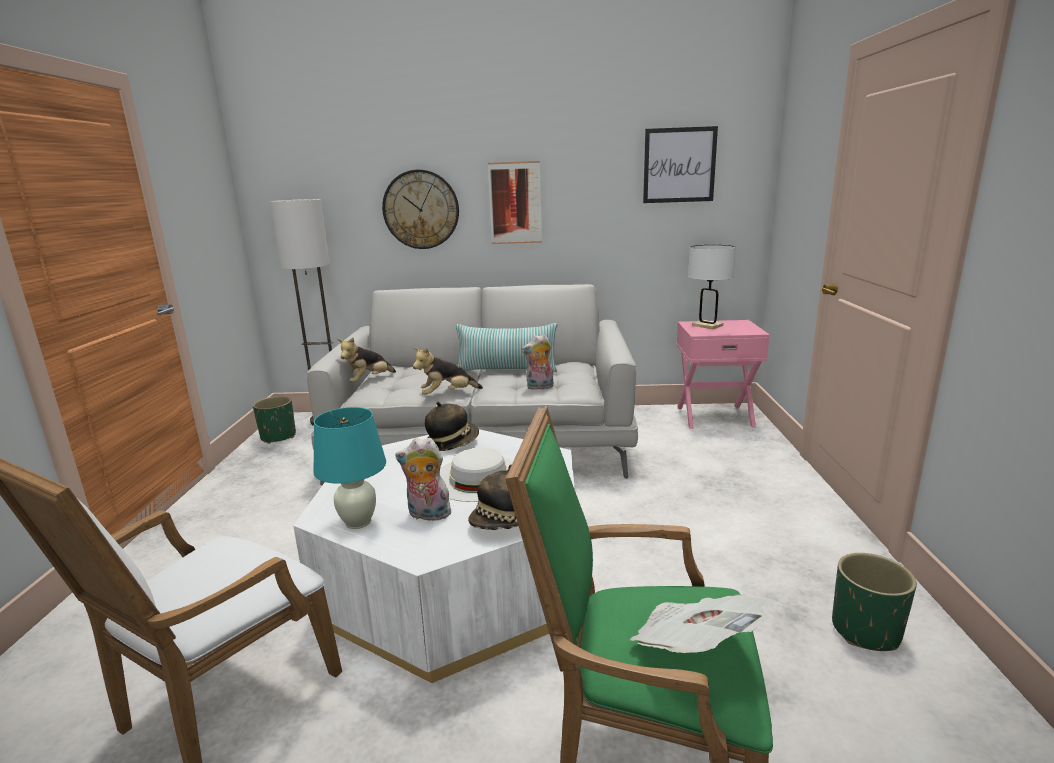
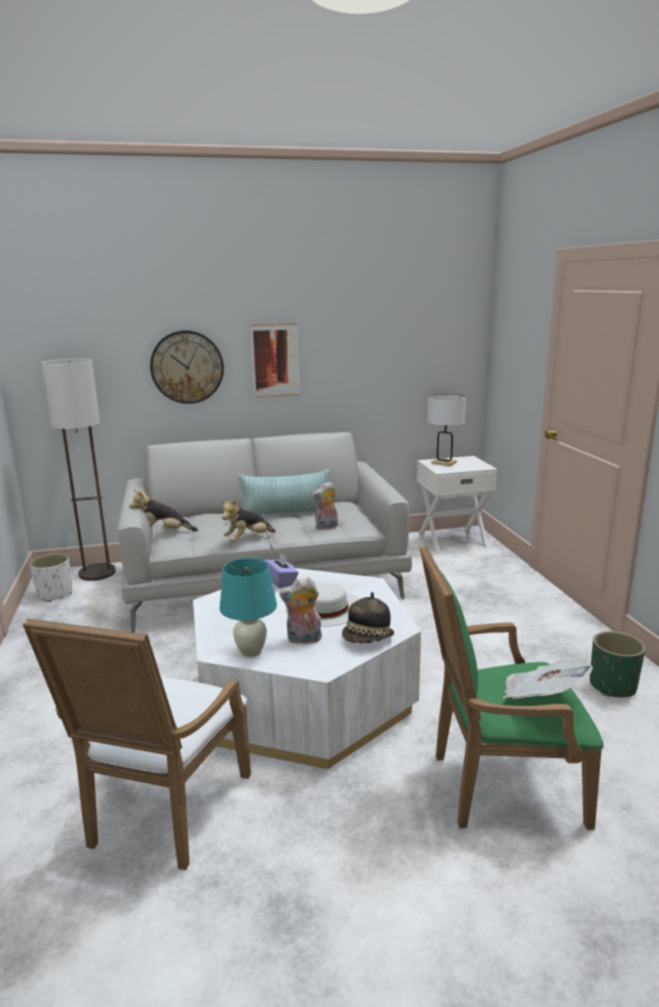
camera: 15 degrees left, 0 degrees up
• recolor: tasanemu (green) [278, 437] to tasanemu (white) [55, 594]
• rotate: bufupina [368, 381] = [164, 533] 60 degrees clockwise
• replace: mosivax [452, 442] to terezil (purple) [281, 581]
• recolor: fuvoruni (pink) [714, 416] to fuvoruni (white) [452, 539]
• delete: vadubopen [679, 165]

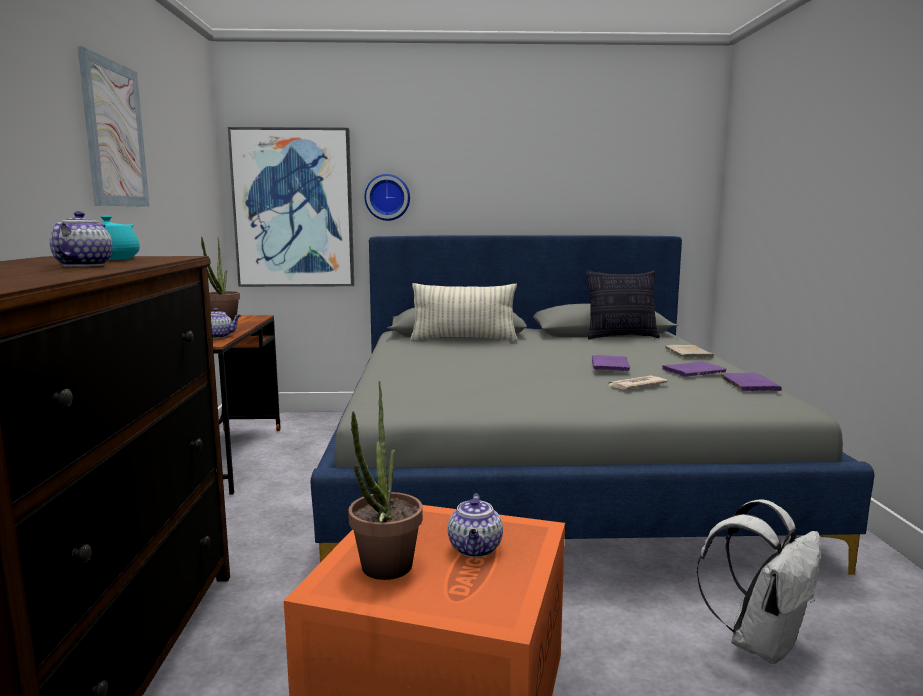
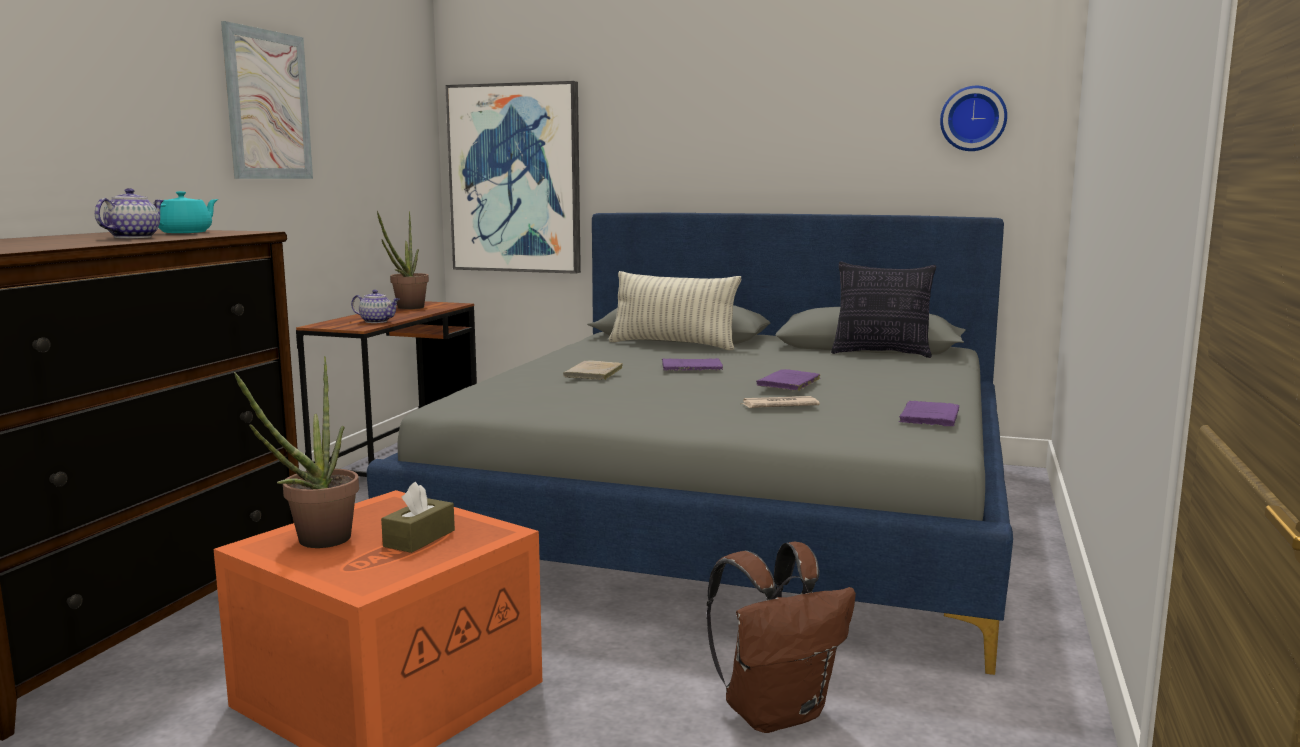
camera: 20 degrees right, 0 degrees up
• replace: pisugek [475, 549] to terezil (brown) [419, 538]
• move: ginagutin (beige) [689, 354] to [593, 374]
• move: ginagutin (purple) [695, 372] to [693, 368]
• recolor: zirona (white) [760, 642] to zirona (brown) [776, 712]
• move: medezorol [387, 197] to [973, 119]

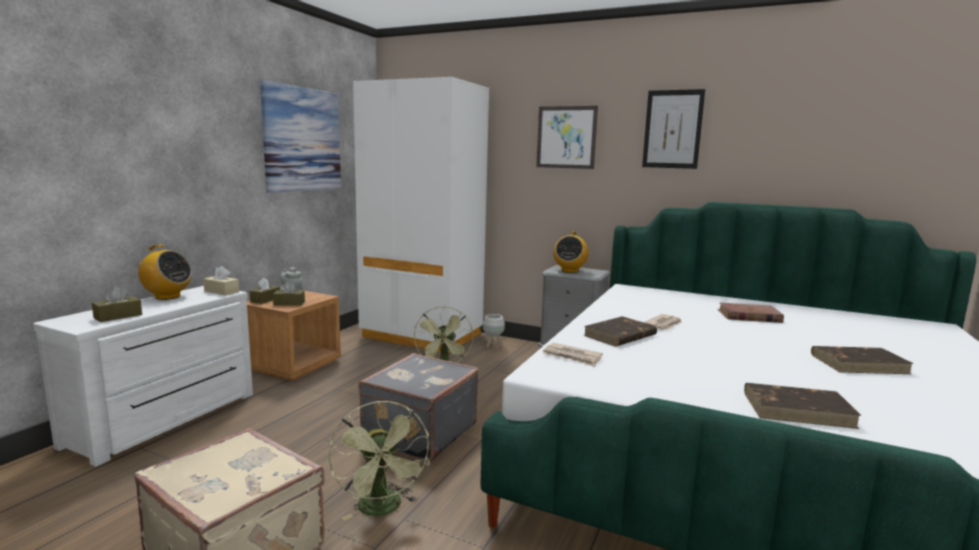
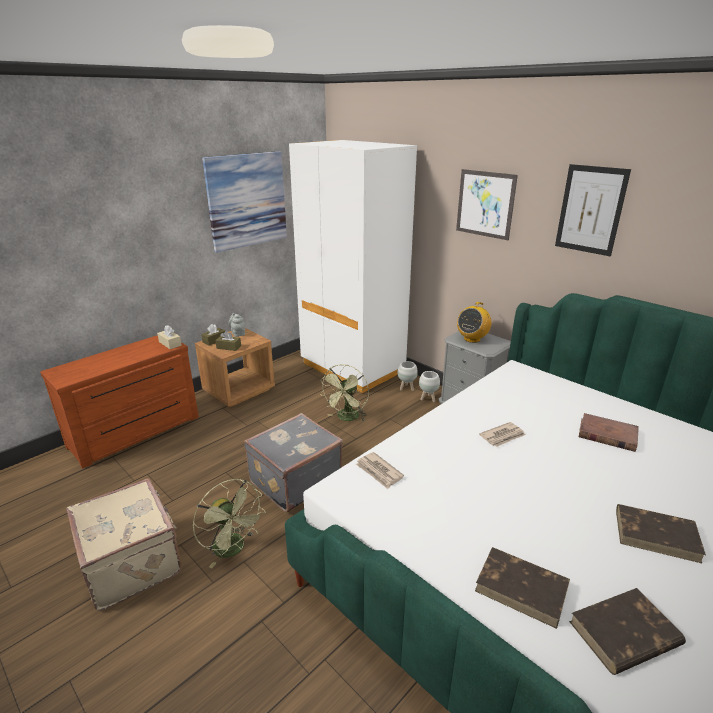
camera: 20 degrees right, 15 degrees up
• recolor: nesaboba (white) [167, 419] to nesaboba (brown) [136, 433]
• rotate: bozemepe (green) [383, 509] = [234, 549] 45 degrees counterclockwise
• insert: tasanemu (white) [428, 399]
• move: ginagutin (brown) [619, 335] to [624, 634]
• delete: terezil (brown) [118, 316]
• delete: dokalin [167, 297]

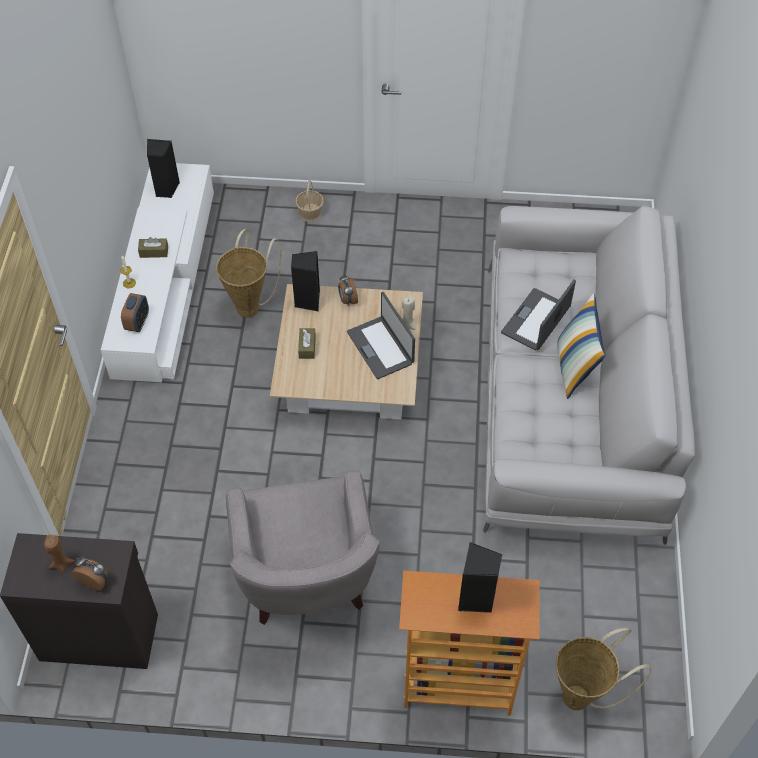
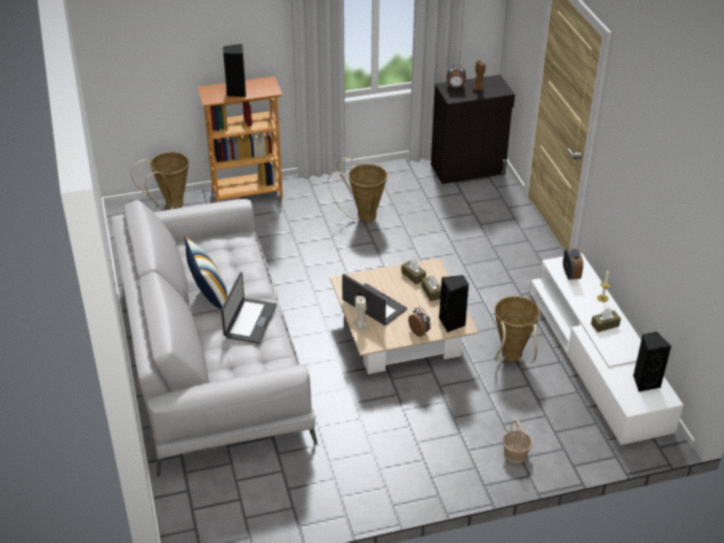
camera: 160 degrees right, 15 degrees down
• replace: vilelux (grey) [306, 579] to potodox [362, 216]
• insert: terezil (brown) [413, 276]

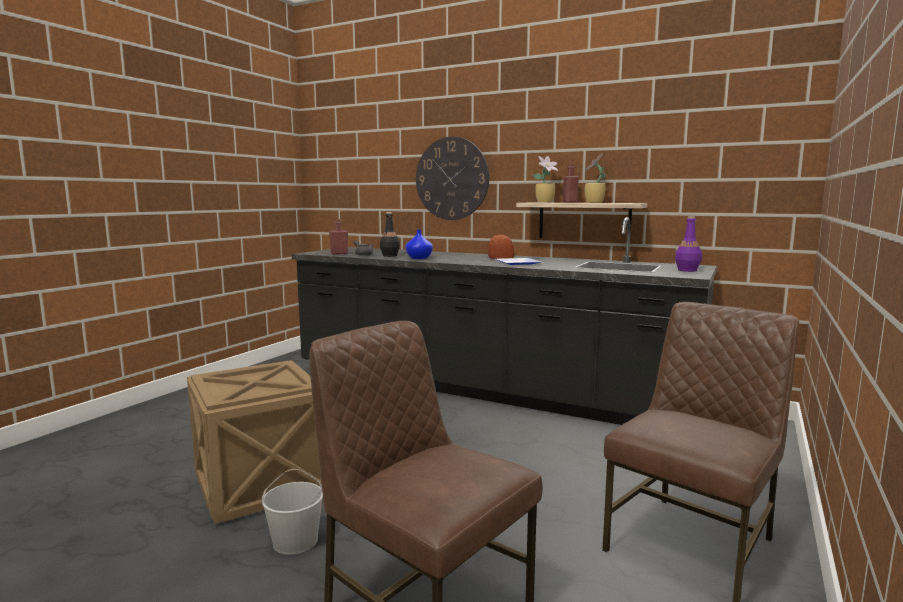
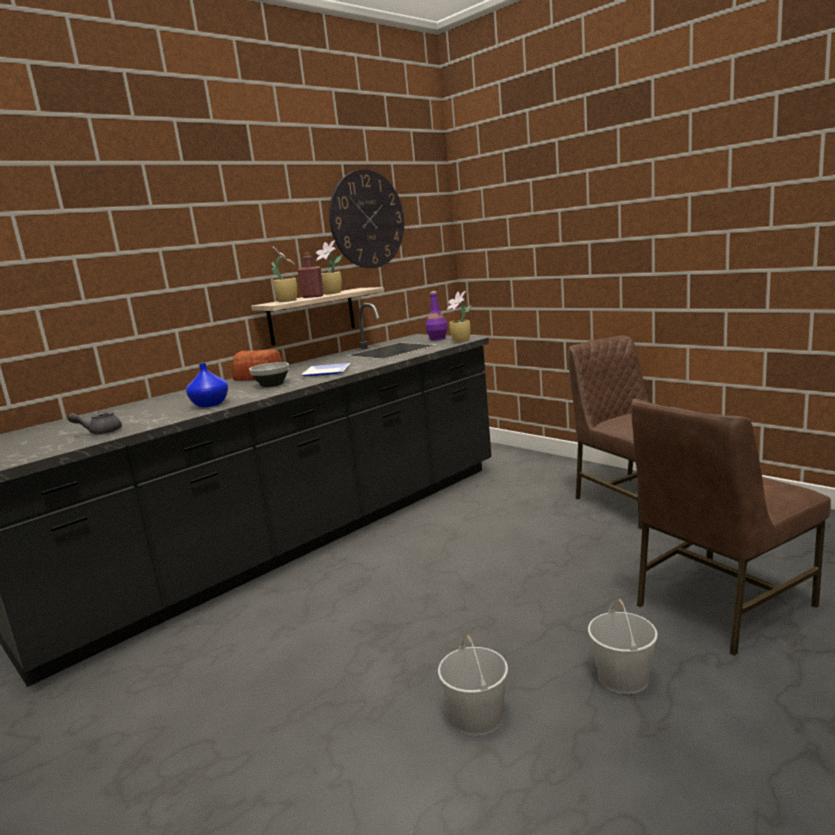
camera: 70 degrees left, 5 degrees up
• insert: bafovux [271, 384]
• move: medezorol [452, 179] to [367, 219]
• replace: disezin [260, 482] to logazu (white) [476, 716]
• insert: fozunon [461, 341]
• delete: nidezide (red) [339, 254]
• delete: nidezide (black) [389, 255]

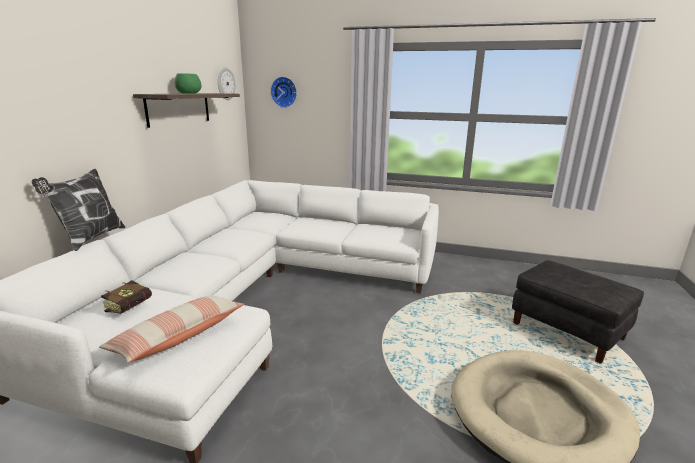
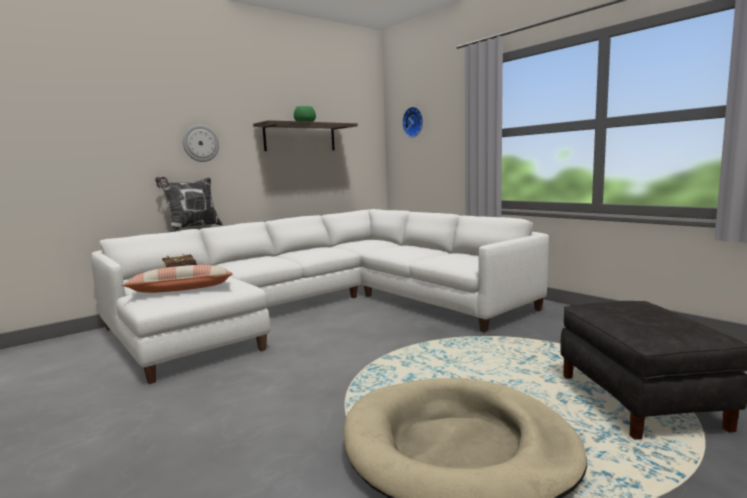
camera: 35 degrees right, 10 degrees down
• move: medezorol [225, 84] to [200, 143]

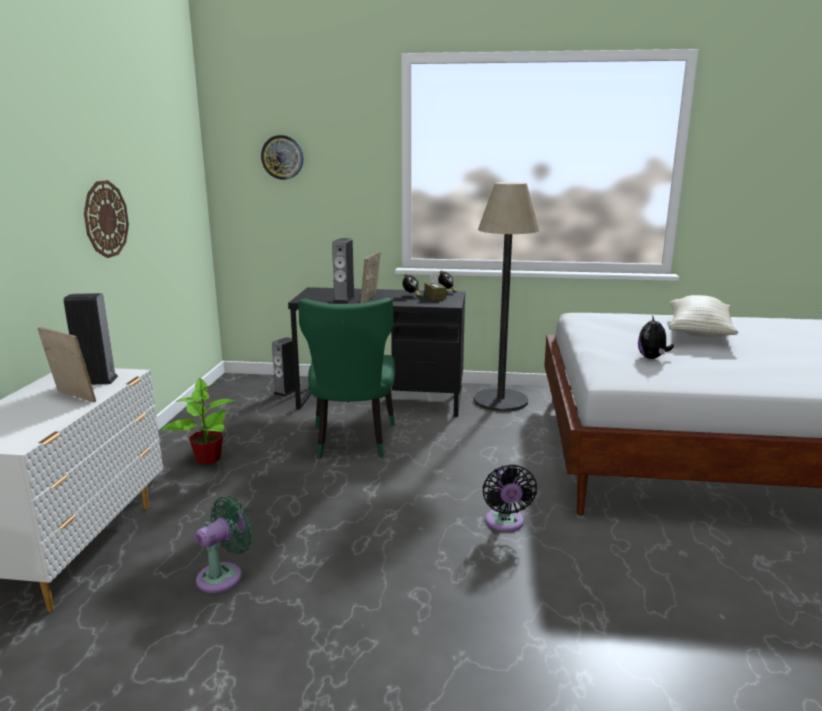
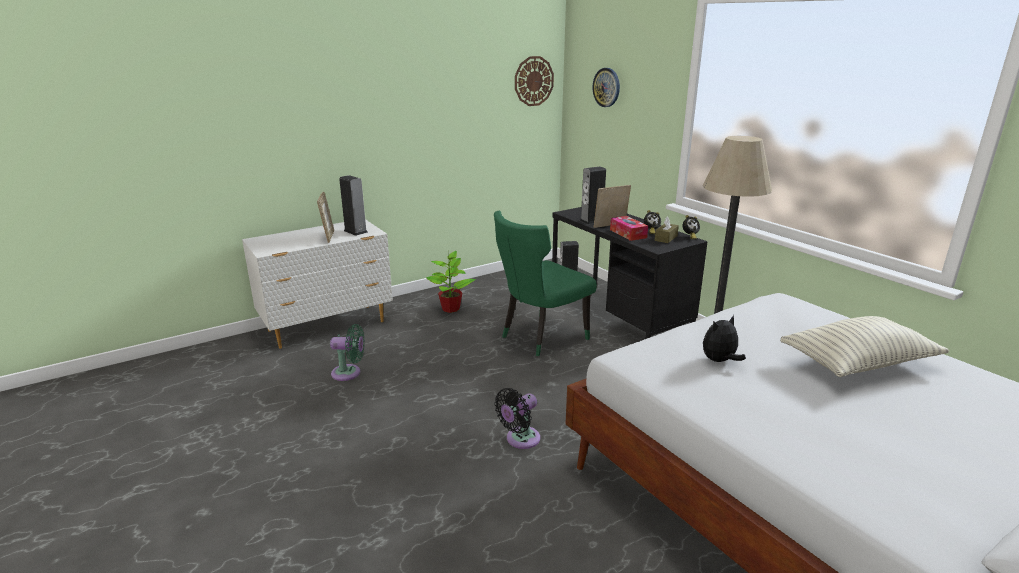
camera: 50 degrees right, 5 degrees up
• move: medezorol [105, 219] to [533, 81]
• insert: terezil [628, 234]

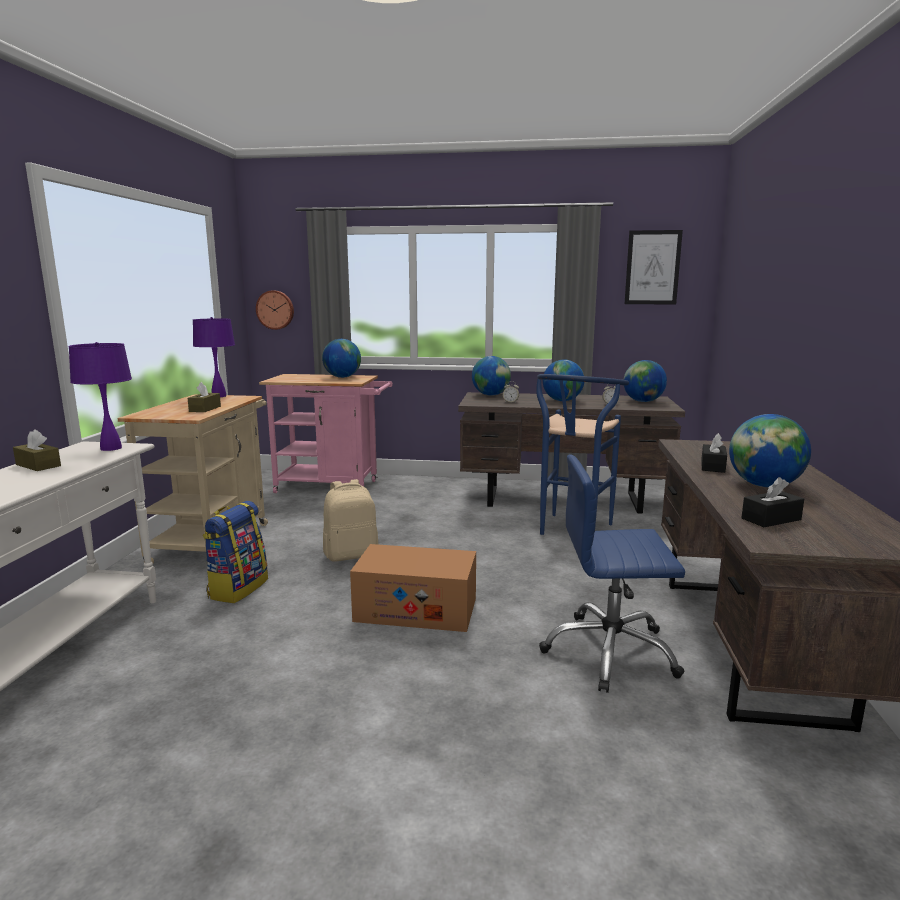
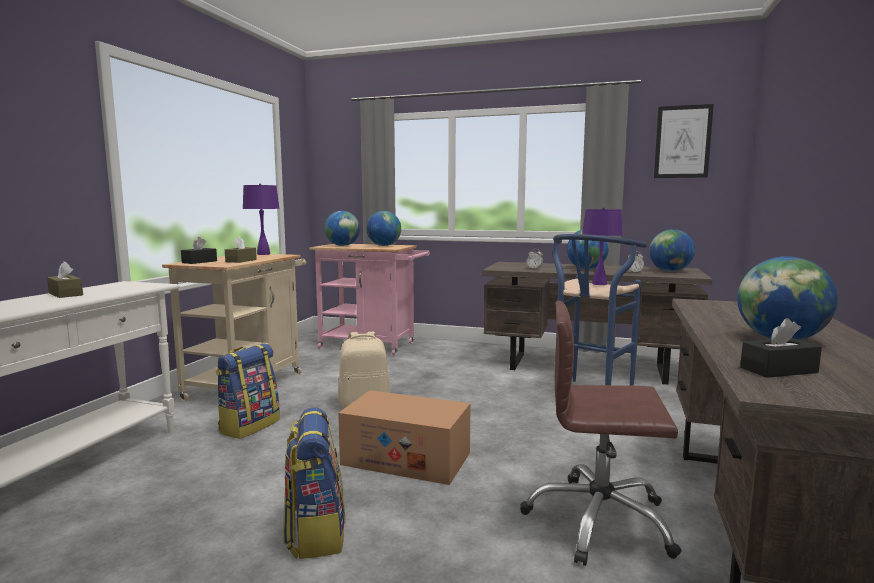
camera: 10 degrees right, 5 degrees down
• move: terezil (black) [712, 466] to [199, 262]
• insert: zirona [315, 532]
• move: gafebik [491, 395] to [342, 245]
• recolor: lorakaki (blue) [610, 652] to lorakaki (brown) [599, 521]
• move: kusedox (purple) [111, 448] to [599, 284]
• delete: medezorol [275, 310]

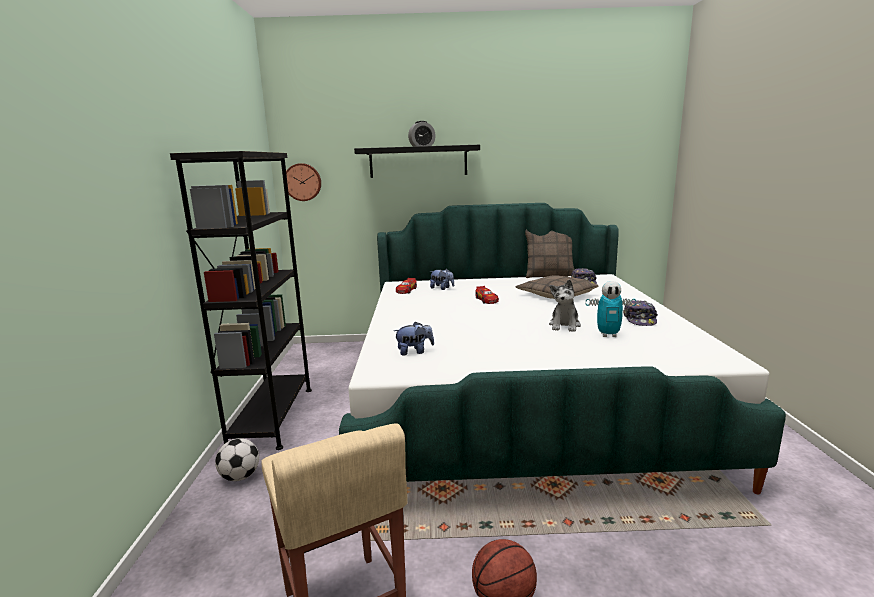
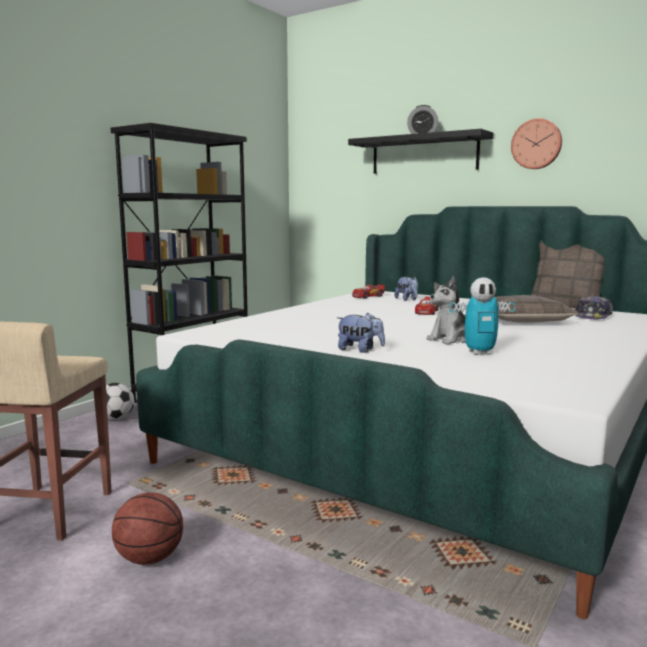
camera: 35 degrees right, 5 degrees down
• move: bufupina [414, 352] to [360, 350]
• rotate: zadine [608, 335] = [480, 353] 45 degrees counterclockwise
• move: medezorol [303, 182] to [536, 144]
• delete: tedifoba [640, 320]

